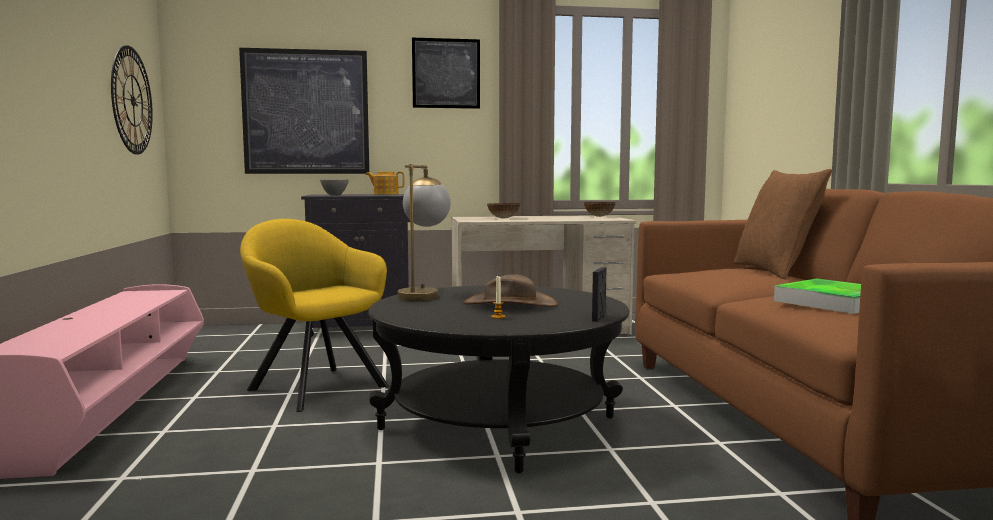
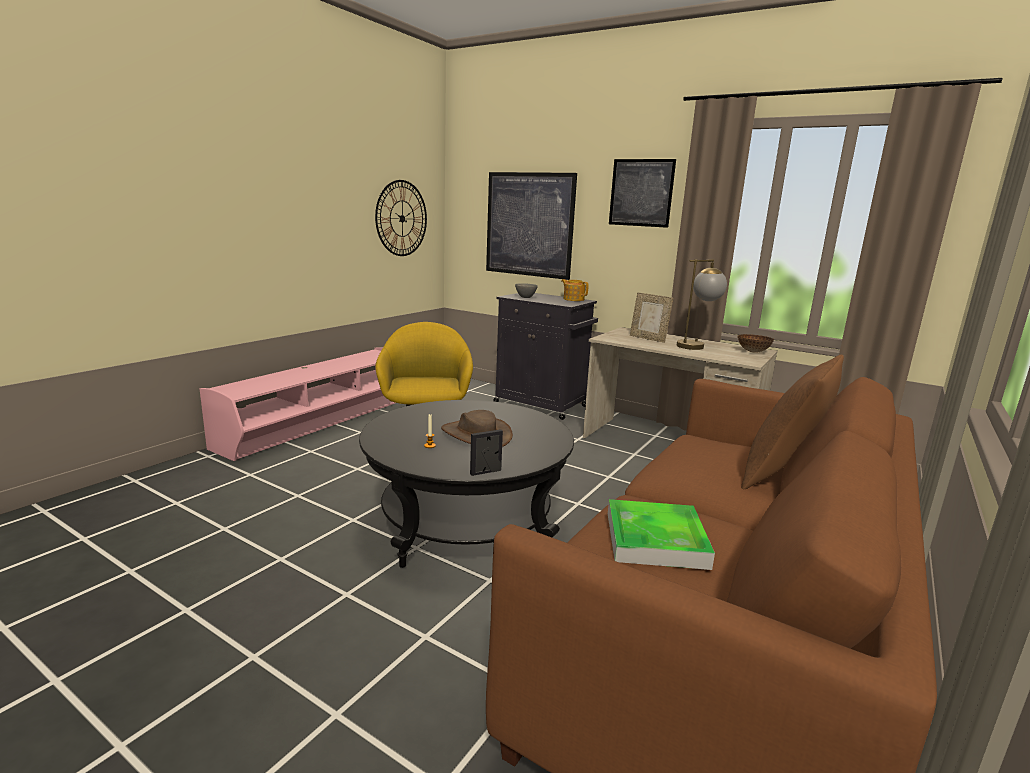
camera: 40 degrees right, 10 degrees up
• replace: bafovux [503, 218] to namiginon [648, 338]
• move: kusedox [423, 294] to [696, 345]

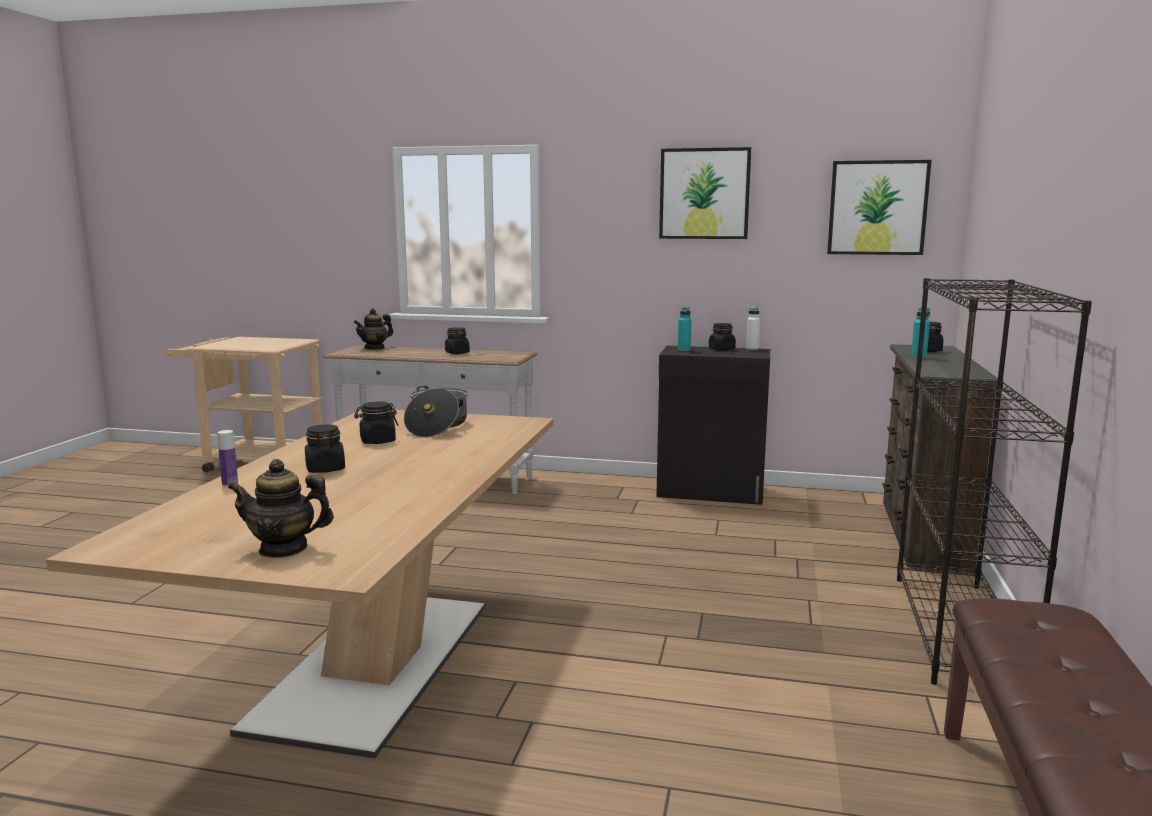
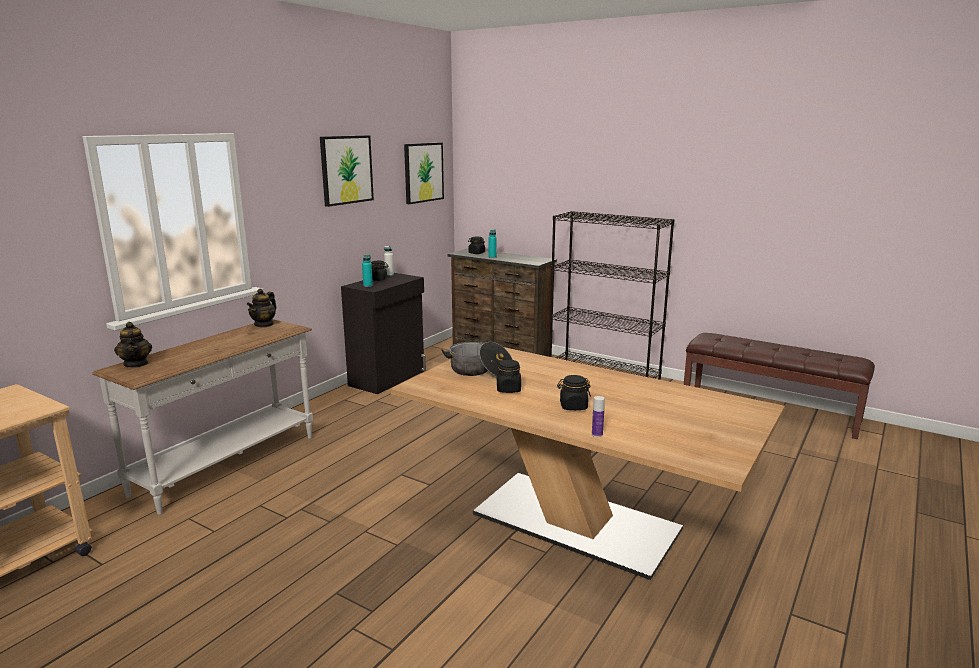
camera: 70 degrees left, 5 degrees up
• move: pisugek [283, 549] to [264, 324]
• delete: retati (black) [457, 353]

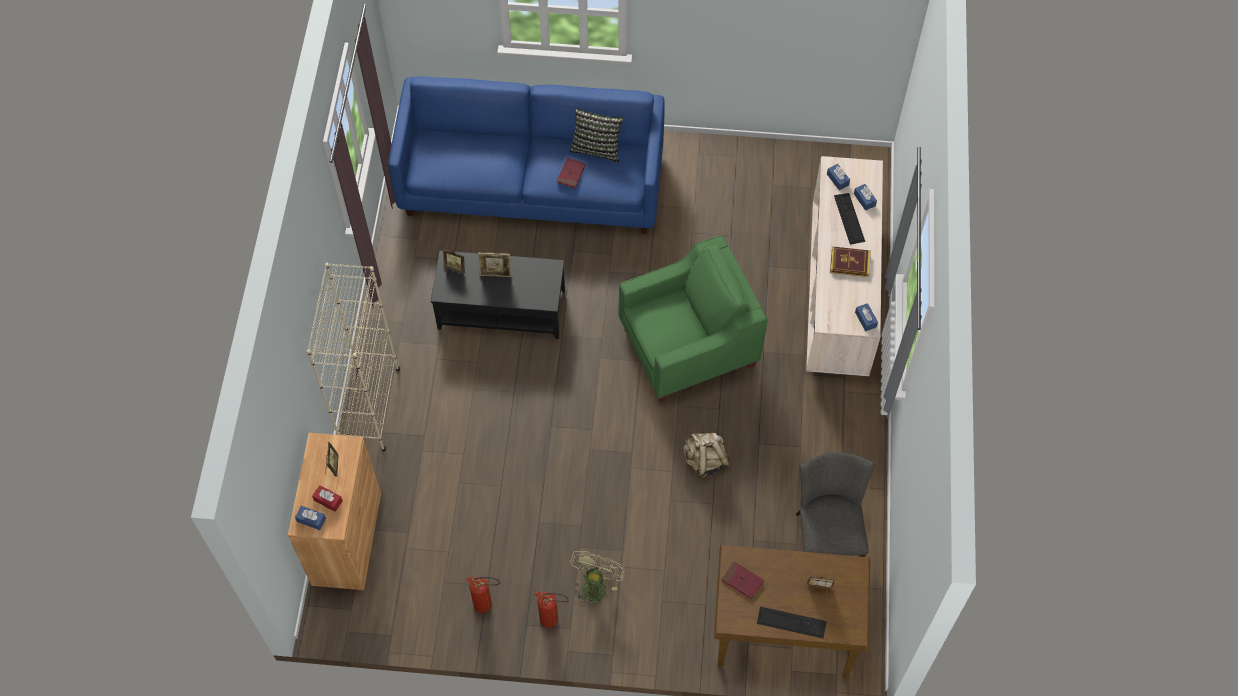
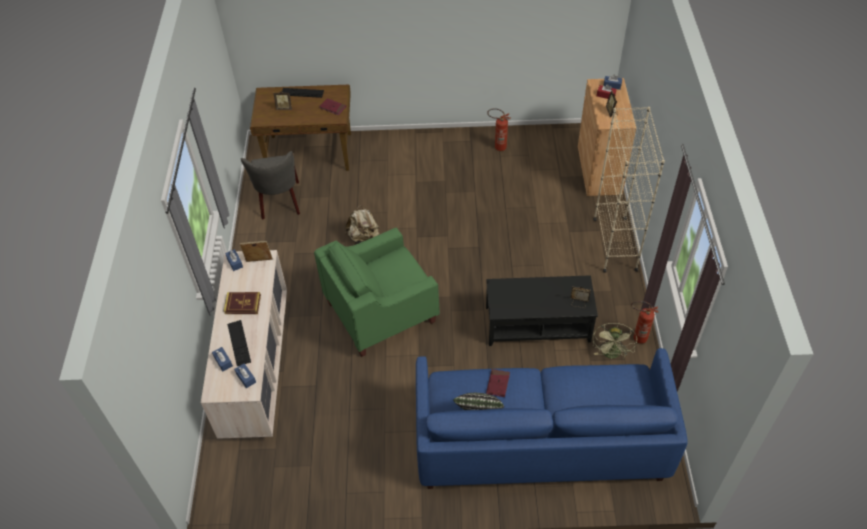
camera: 175 degrees right, 10 degrees down
• move: namiginon [495, 274] to [259, 261]
• move: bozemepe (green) [594, 585] to [611, 354]
• move: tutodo [553, 620] to [636, 337]

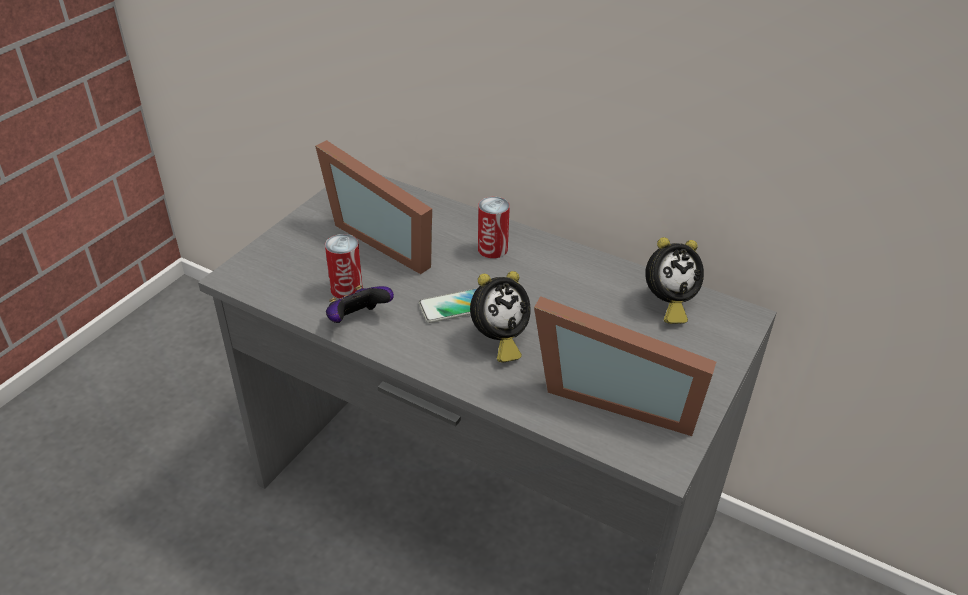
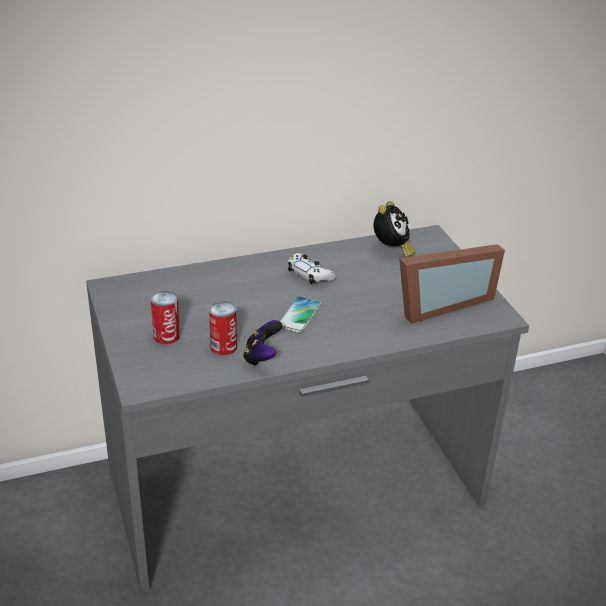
camera: 50 degrees left, 5 degrees down
• move: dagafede [492, 249] to [166, 336]
• insert: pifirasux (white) [310, 274]
• delete: namiginon [386, 237]
• delete: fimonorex [498, 341]

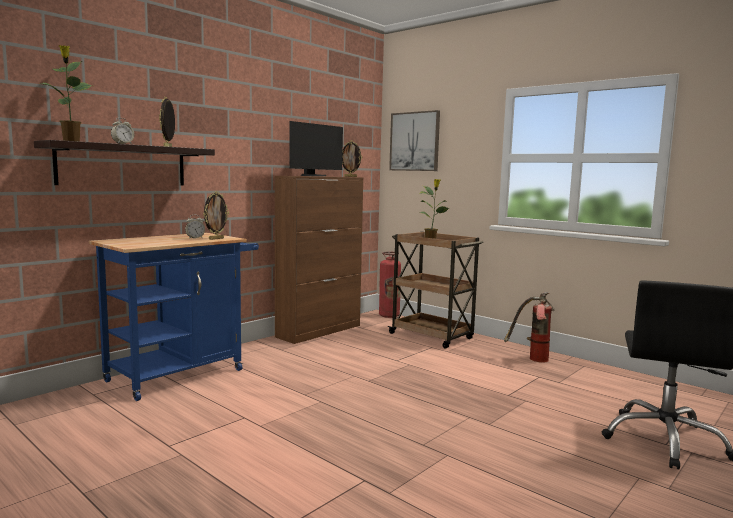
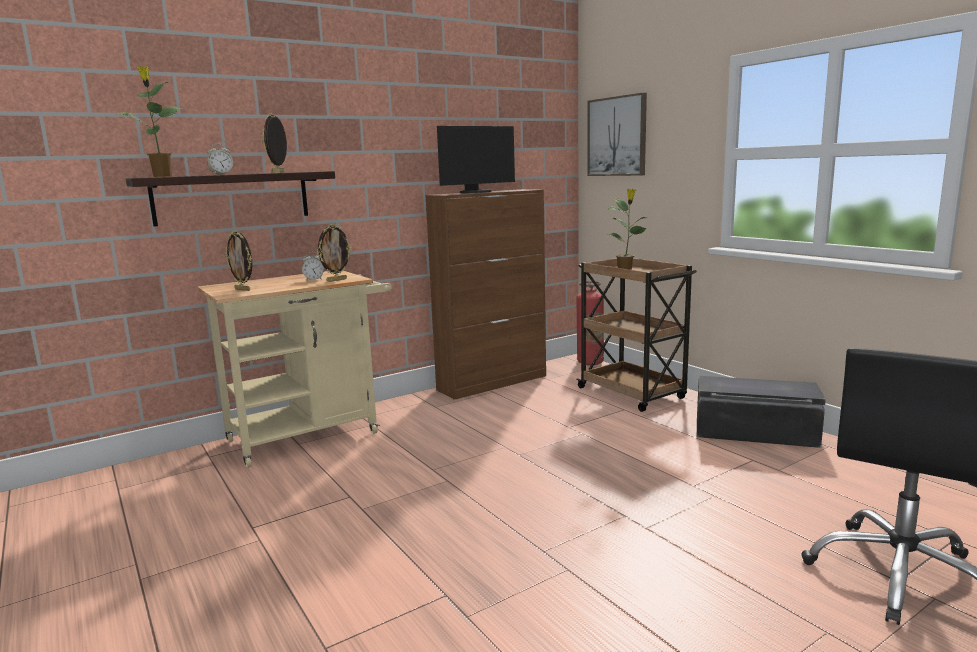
camera: 15 degrees right, 5 degrees up
• recolor: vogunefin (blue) [183, 373] to vogunefin (beige) [312, 434]
• move: namiginon [350, 176] to [243, 289]
• replace: tutodo [532, 359] to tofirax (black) [755, 433]

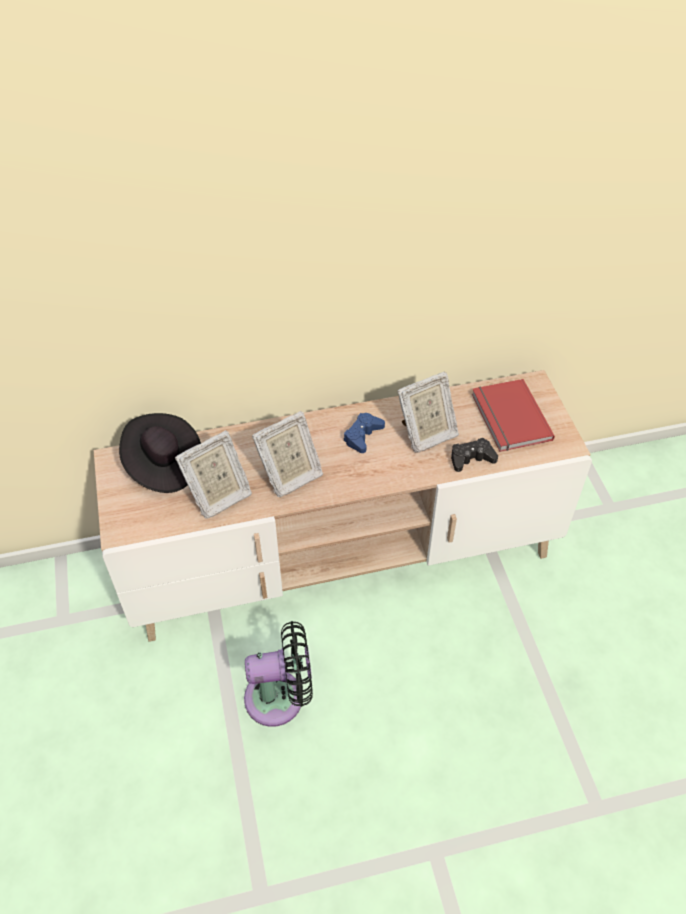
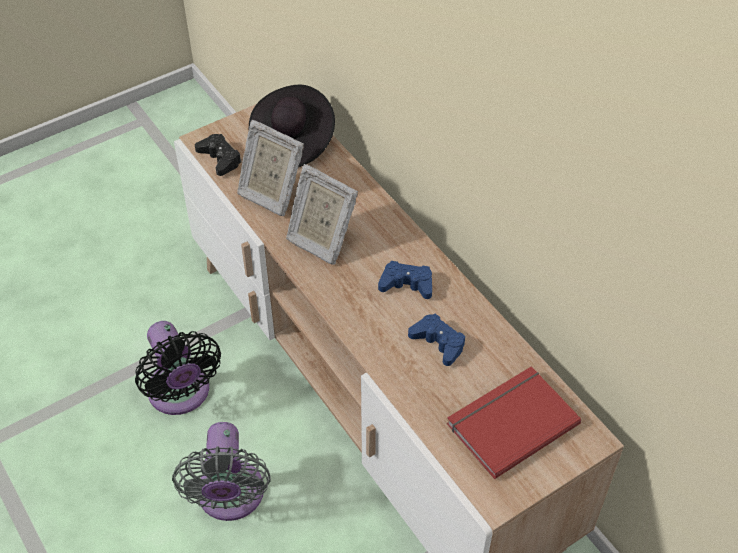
camera: 70 degrees right, 0 degrees up
• insert: bozemepe (grey) [230, 498]
• move: pifirasux (black) [471, 458] to [220, 158]
• replace: namiginon [426, 434] to pifirasux (blue) [438, 343]

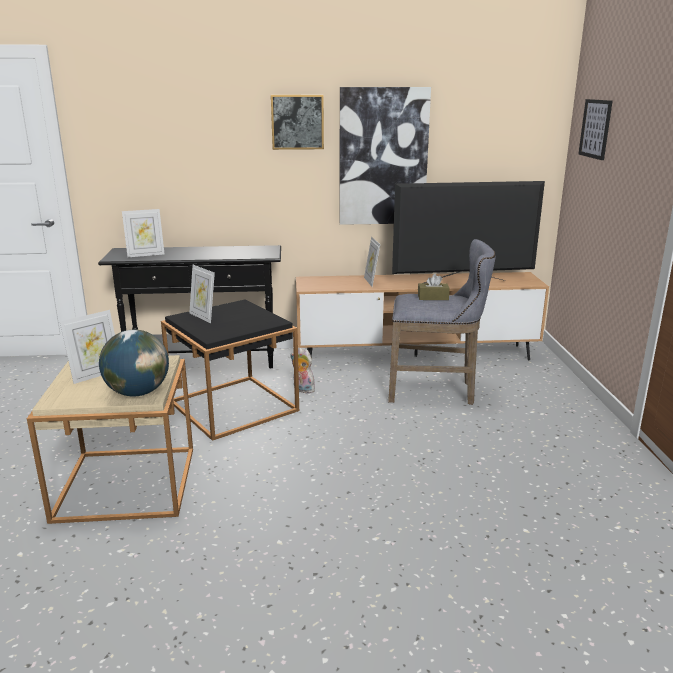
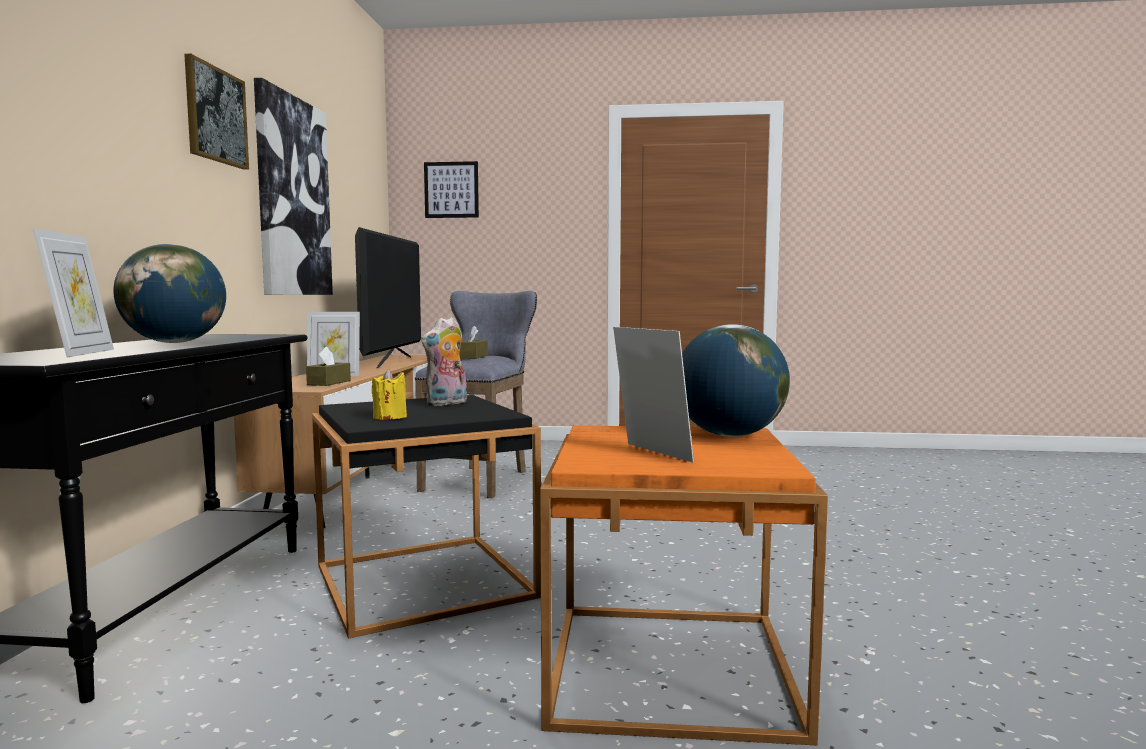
camera: 80 degrees left, 15 degrees down
• insert: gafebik [174, 342]
• insert: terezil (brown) [329, 383]
• replace: namiginon [203, 317] to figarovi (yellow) [390, 417]
• move: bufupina [302, 390] to [447, 403]
• recolor: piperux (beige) [127, 483] to piperux (orange) [670, 667]

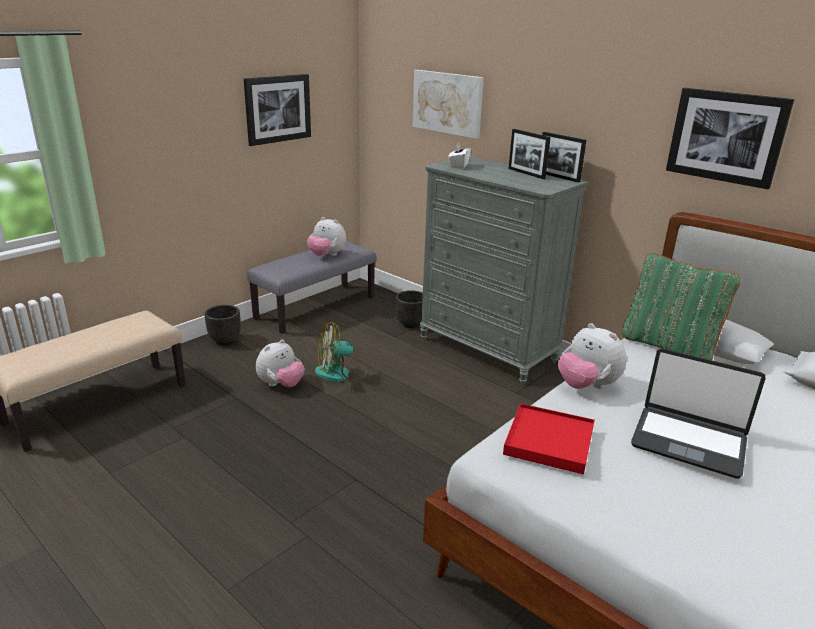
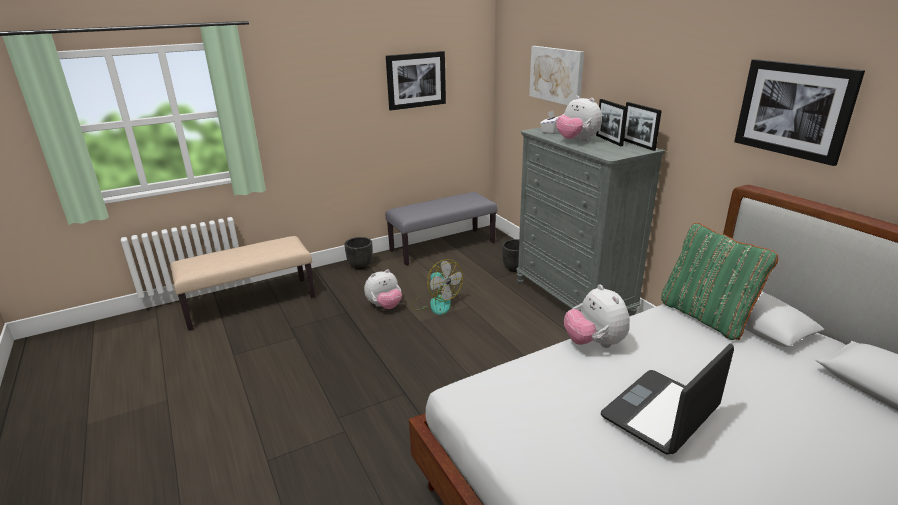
camera: 20 degrees right, 0 degrees up
• rotate: bozemepe [340, 373] = [436, 303] 135 degrees counterclockwise
• move: bufupina [327, 255] to [576, 141]
• rotate: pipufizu [688, 441] = [661, 413] 90 degrees clockwise
• delete: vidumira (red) [549, 441]

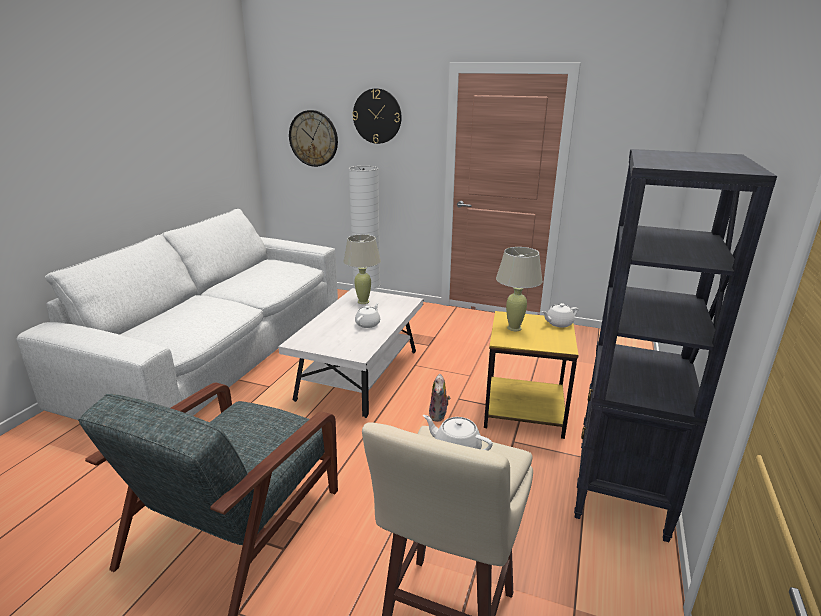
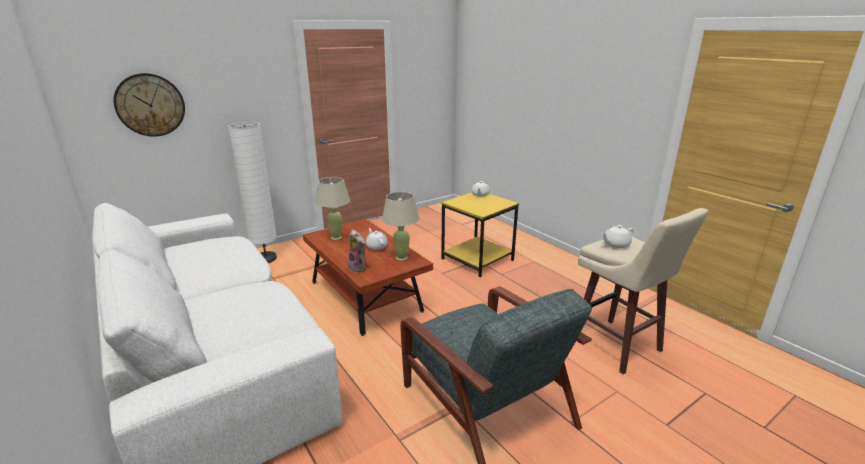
camera: 55 degrees left, 0 degrees up
• recolor: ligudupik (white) [359, 375] to ligudupik (brown) [366, 297]
• move: bufupina [439, 416] to [359, 268]
• move: kusedox (beige) [514, 328] to [401, 258]
• delete: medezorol [377, 116]
• delete: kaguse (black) [620, 491]

